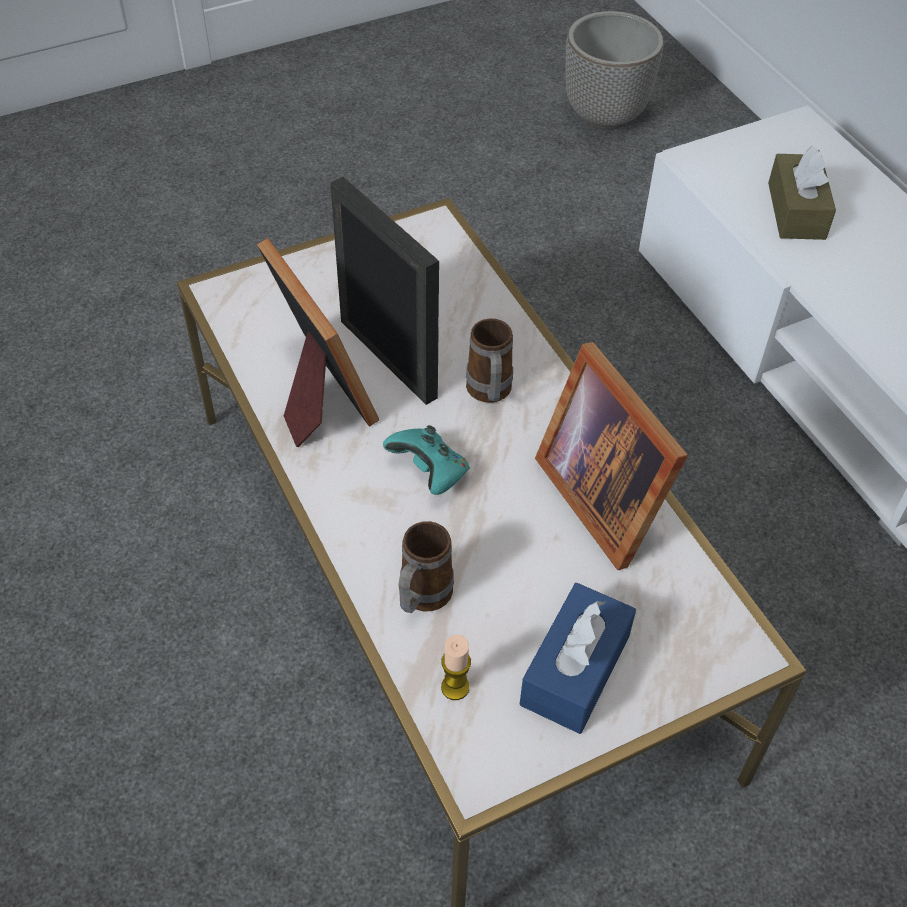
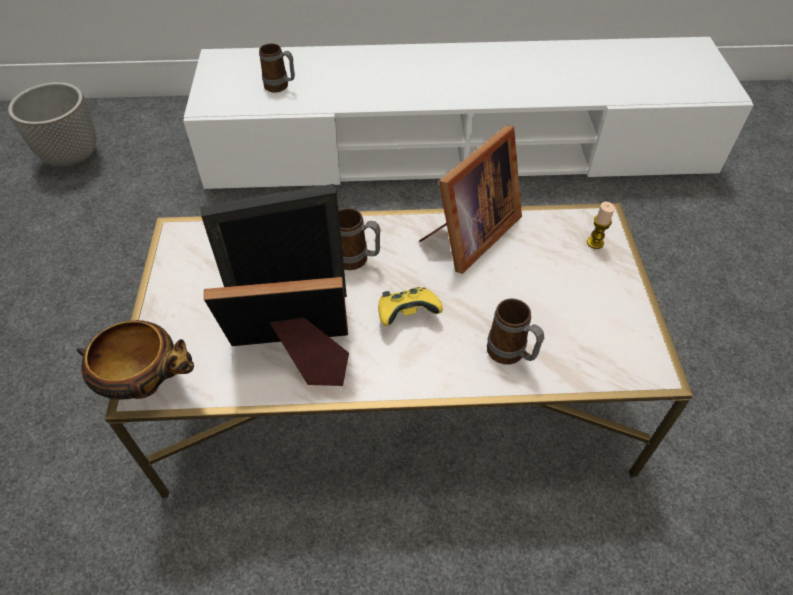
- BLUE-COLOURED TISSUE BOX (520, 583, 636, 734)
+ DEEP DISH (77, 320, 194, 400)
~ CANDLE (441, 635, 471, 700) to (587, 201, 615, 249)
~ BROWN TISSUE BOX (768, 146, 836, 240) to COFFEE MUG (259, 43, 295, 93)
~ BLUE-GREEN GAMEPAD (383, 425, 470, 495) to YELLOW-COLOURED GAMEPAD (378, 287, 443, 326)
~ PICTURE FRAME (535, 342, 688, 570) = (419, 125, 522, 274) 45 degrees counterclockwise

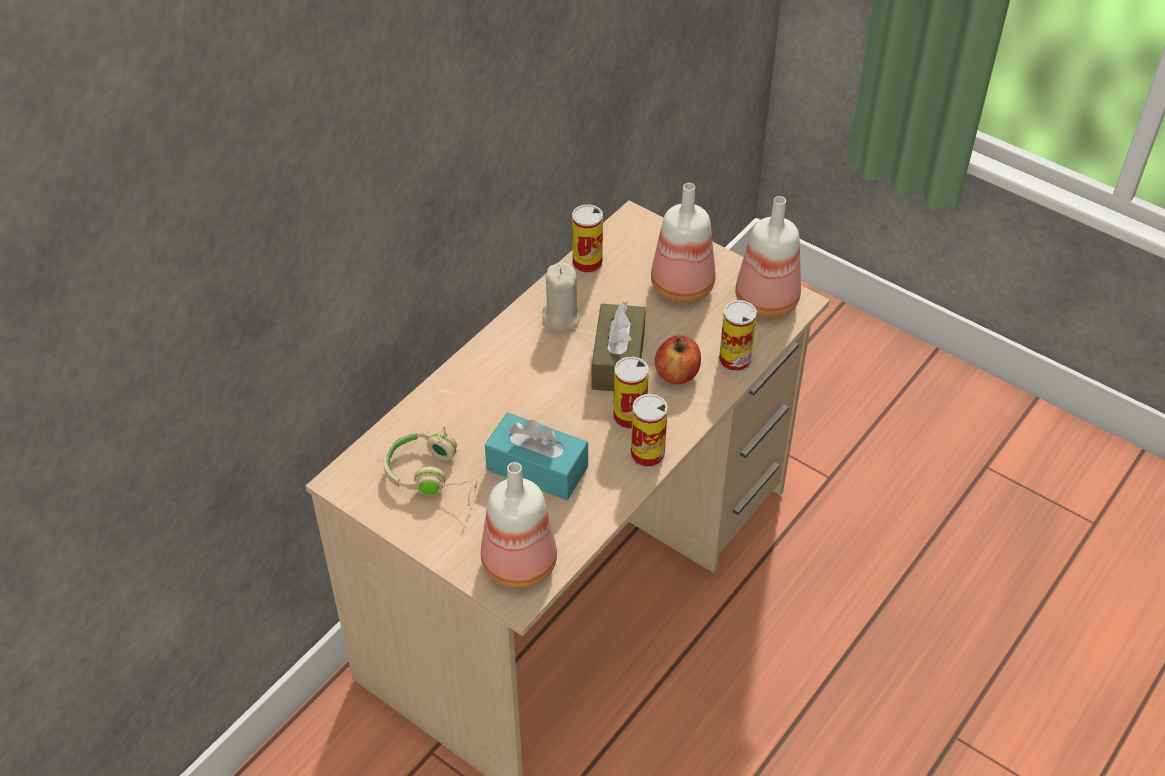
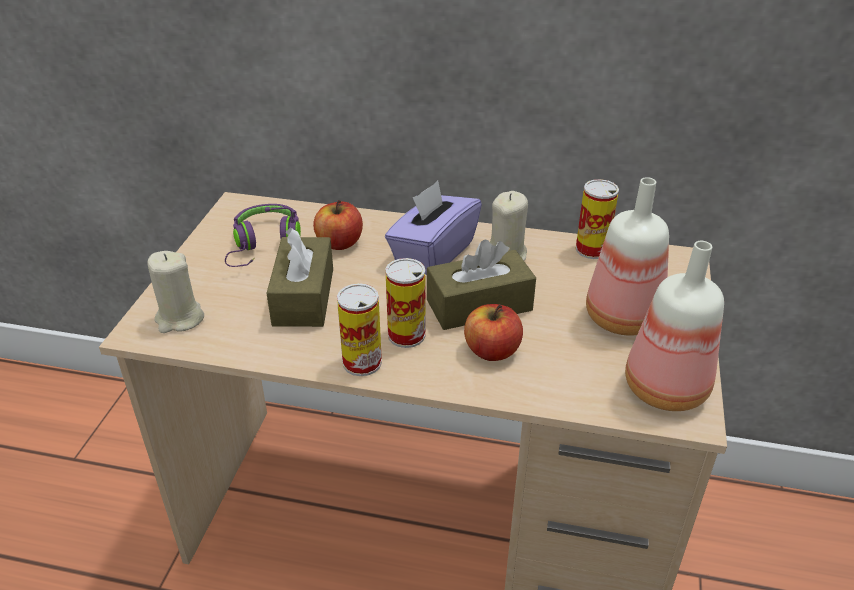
- METAL CAN (719, 300, 757, 373)
+ APPLE (313, 200, 363, 250)
+ PURPLE TISSUE BOX (385, 181, 482, 275)
~ BEVERAGE BOTTLE (481, 462, 557, 589) to SAND-COLOURED CANDLE (148, 251, 204, 333)
~ SAND-COLOURED PAIR OF HEADPHONES (383, 426, 477, 506) to PURPLE PAIR OF HEADPHONES (225, 204, 301, 267)
~ BLUE-GREEN TISSUE BOX (485, 412, 588, 500) to BROWN TISSUE BOX (266, 228, 333, 327)

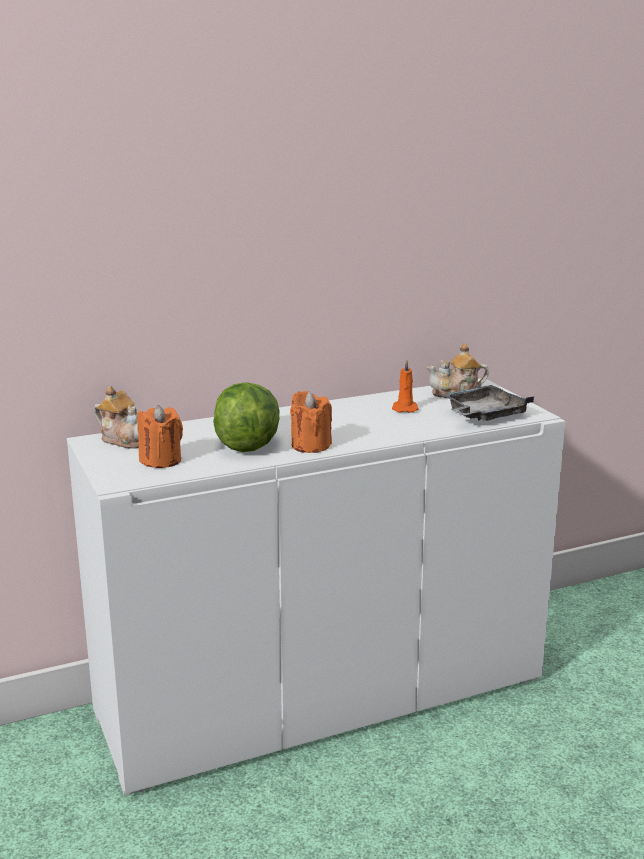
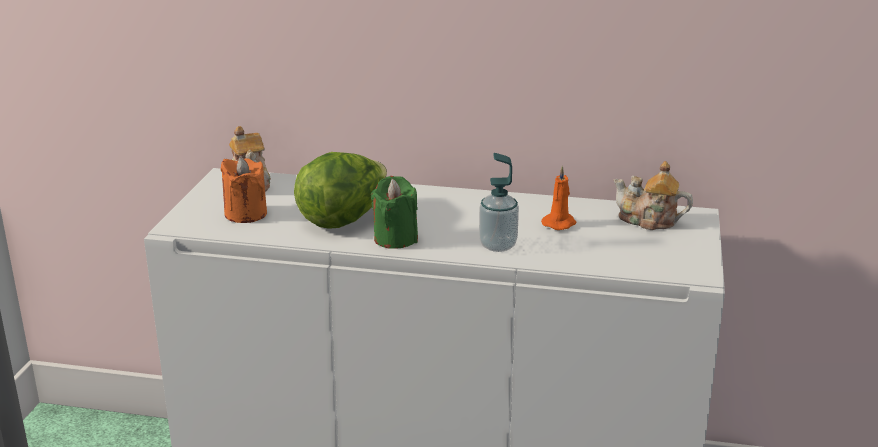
- GREYISH CARRYING TRAY (441, 385, 534, 421)
+ LIQUID SOAP BOTTLE (479, 153, 519, 252)
~ ORANGE CANDLE (290, 391, 332, 453) to GREEN CANDLE (371, 176, 418, 249)

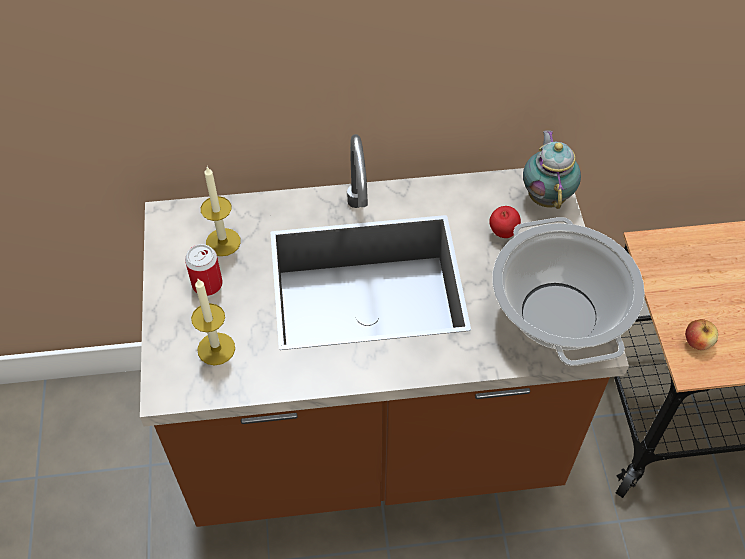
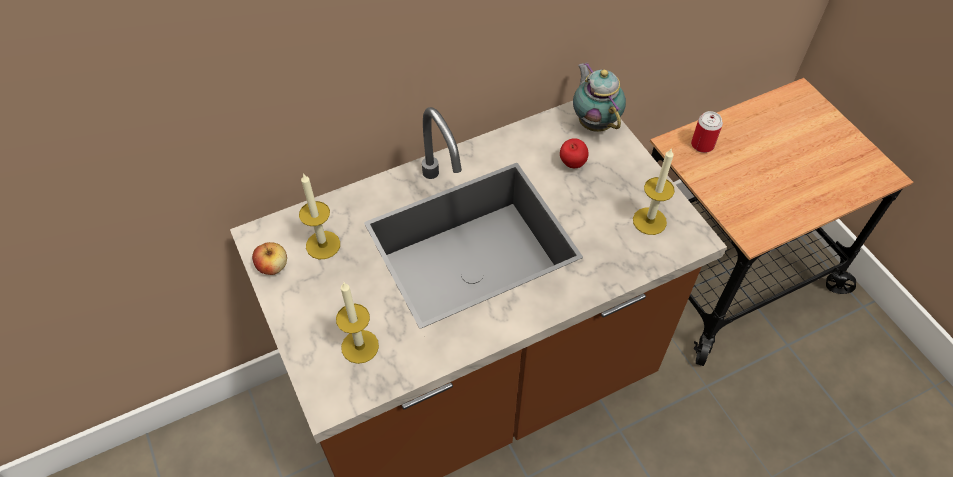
~ METAL CAN (185, 244, 223, 296) to (691, 111, 723, 153)
~ APPLE (685, 319, 718, 350) to (252, 242, 287, 275)
~ COOKING POT (492, 217, 645, 366) to CANDLE (633, 148, 675, 235)

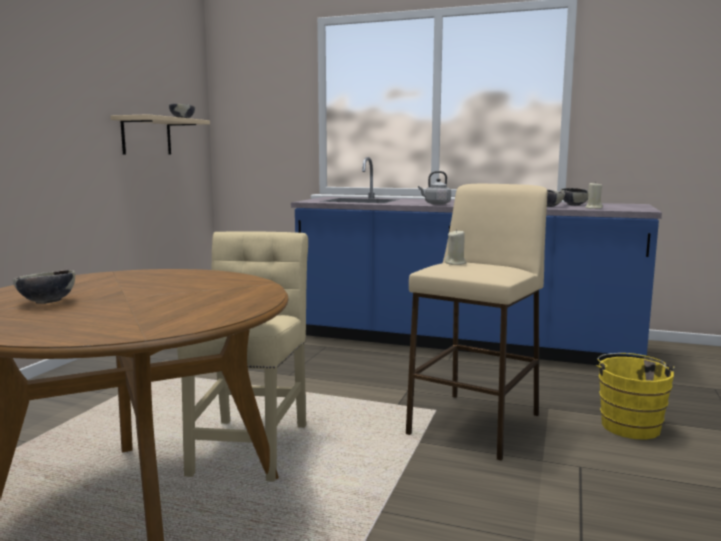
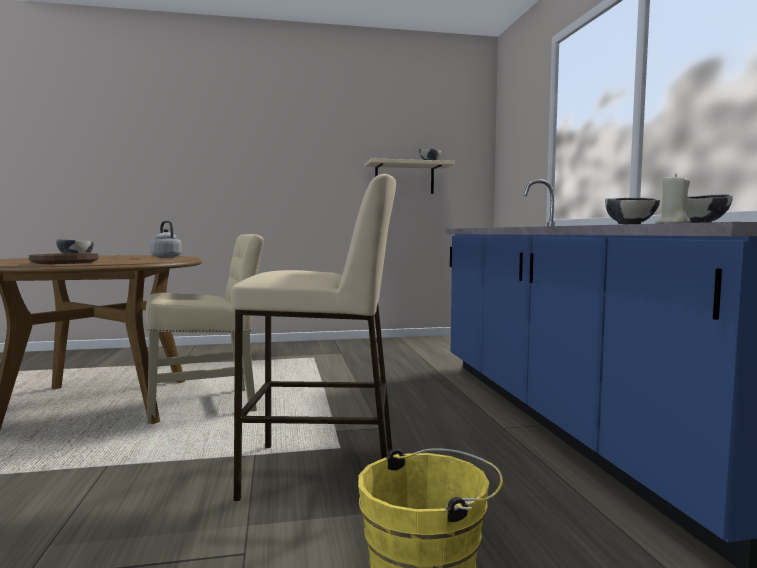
- SAND-COLOURED CANDLE (445, 229, 467, 265)
+ BROWN FRYING PAN (29, 252, 99, 264)
~ GREYISH KETTLE (418, 171, 451, 205) to (150, 221, 182, 258)

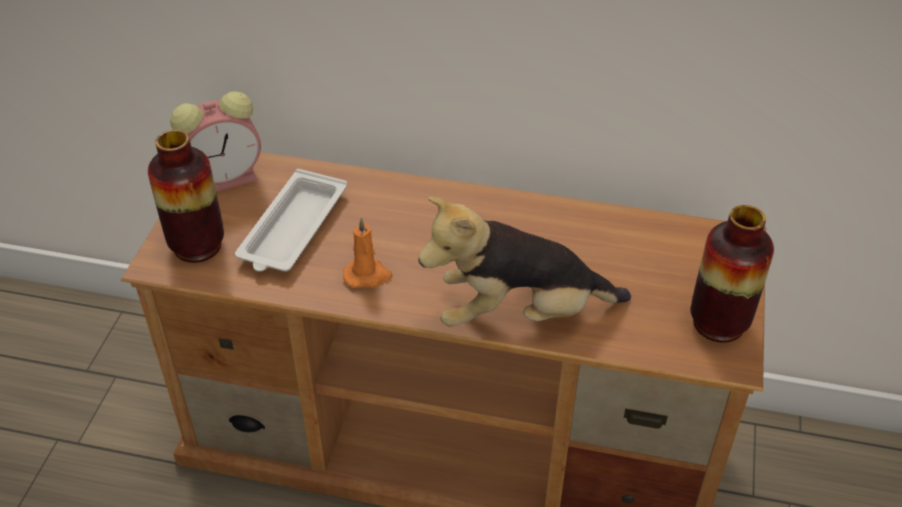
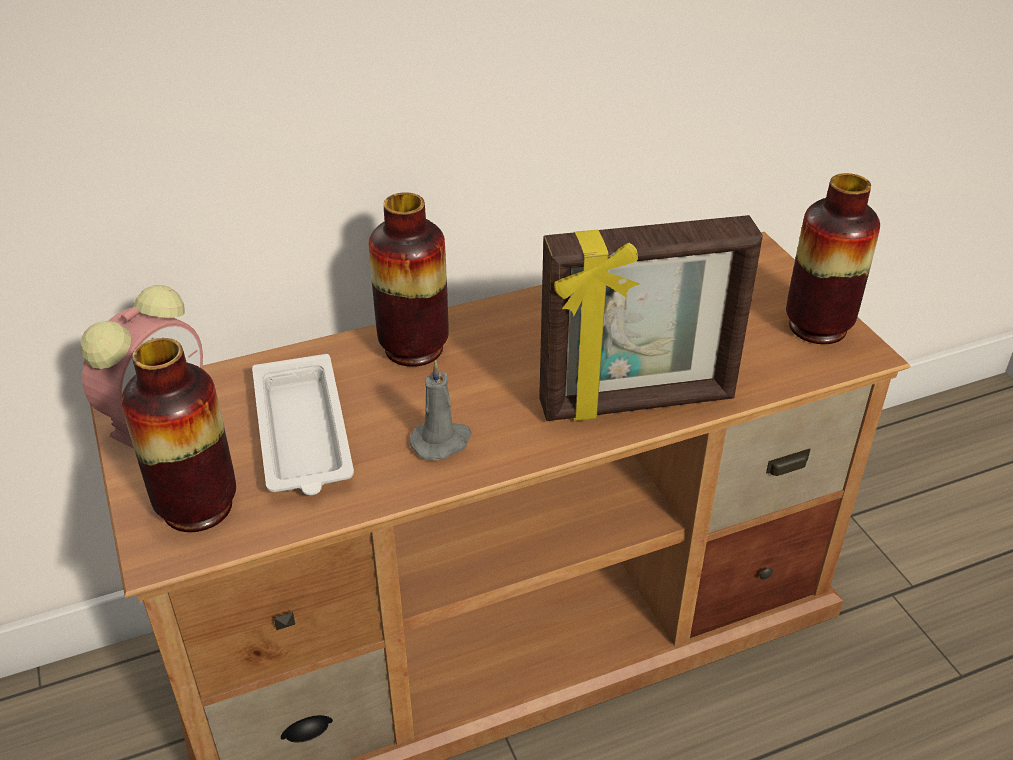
+ VASE (369, 192, 448, 367)
~ SOFT TOY (418, 197, 631, 327) to PICTURE FRAME (539, 215, 763, 421)
~ ORANGE CANDLE (343, 217, 393, 288) to GREYISH CANDLE (410, 360, 472, 460)

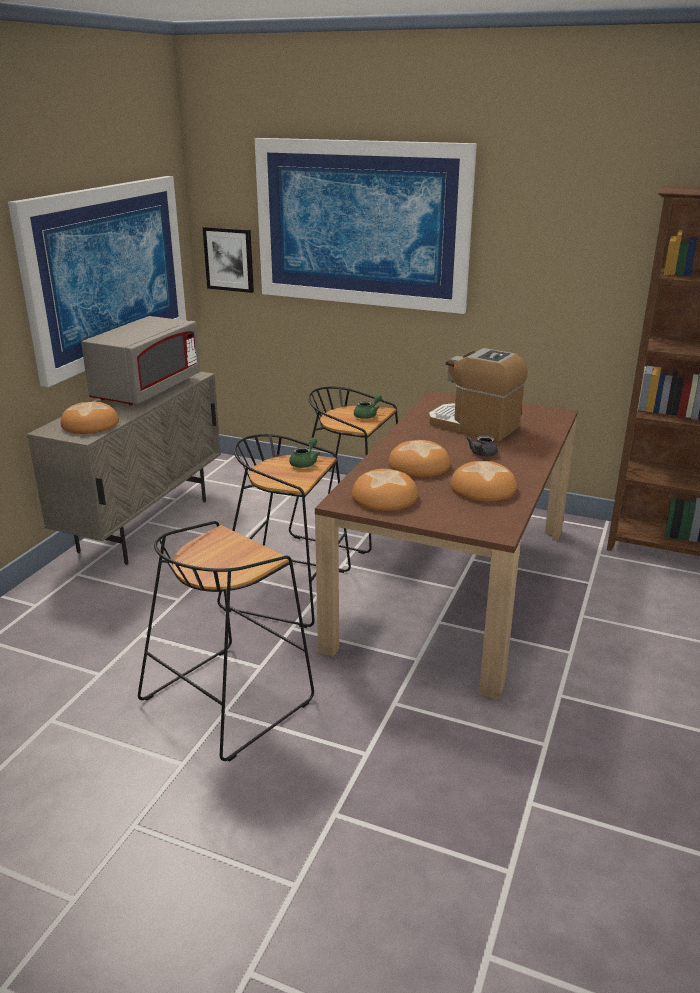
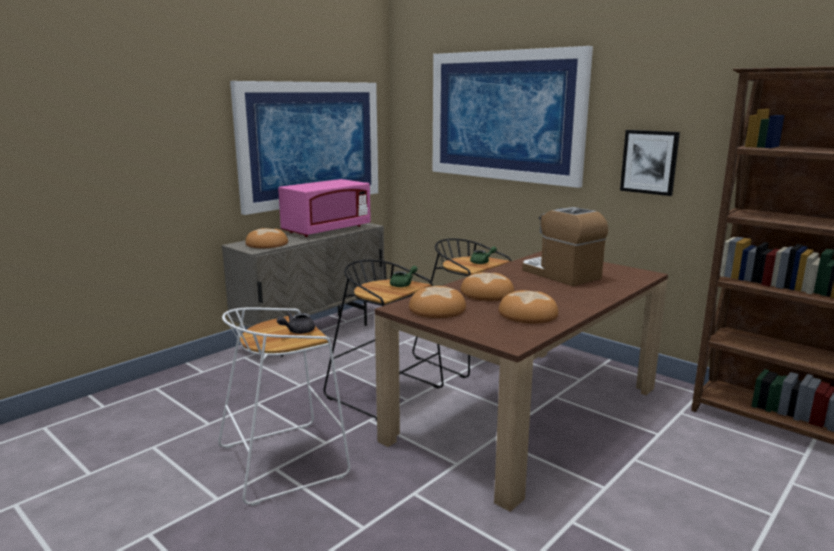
~ WALL PICTURE (203, 227, 254, 293) to (620, 130, 680, 196)
~ GREYISH TEA POT (466, 436, 498, 457) to (277, 312, 315, 334)
~ GREYISH MICROWAVE (81, 316, 200, 405) to PINK MICROWAVE (278, 179, 371, 237)
~ BLACK-COLOURED STOOL SEAT (138, 521, 314, 762) to WHITE STOOL SEAT (218, 307, 350, 506)

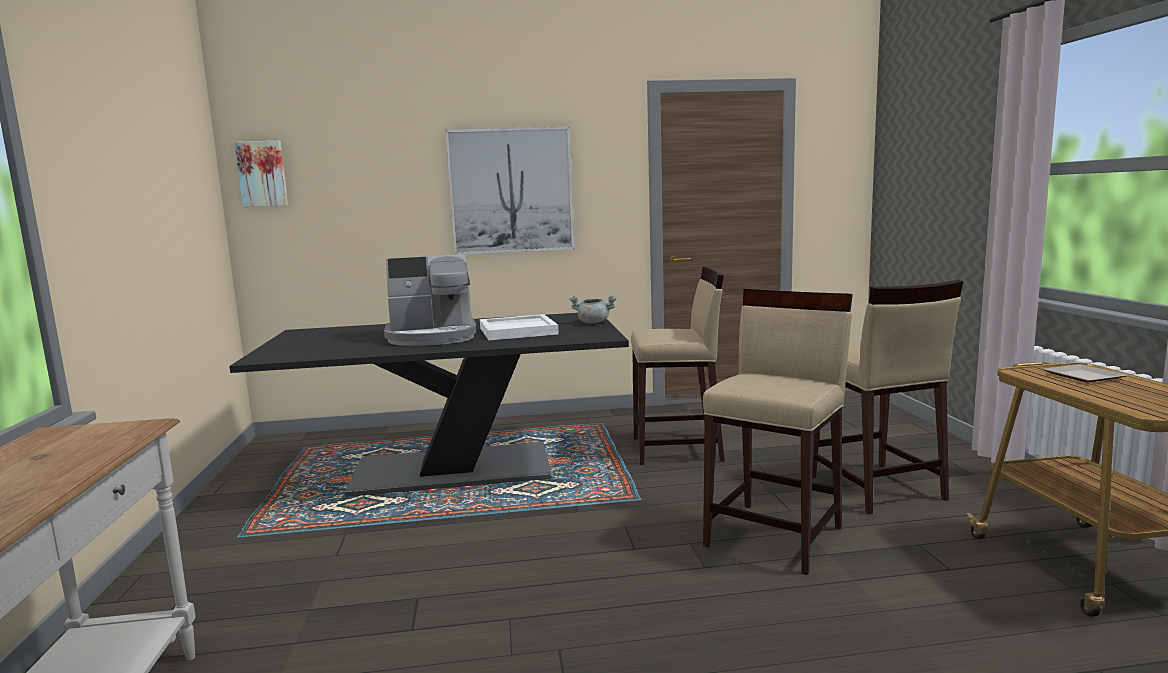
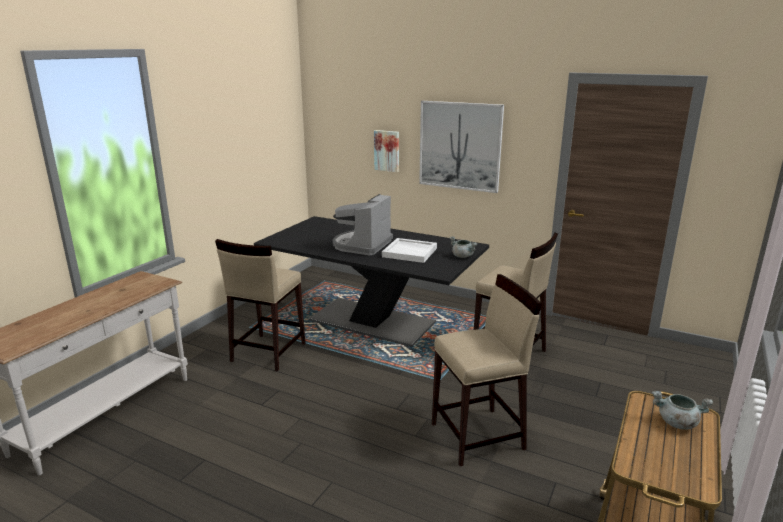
~ WALL PICTURE (234, 141, 288, 207) to (374, 130, 399, 172)
~ SAND-COLOURED STOOL SEAT (812, 280, 964, 514) to (215, 239, 305, 372)
~ PLATE (1043, 364, 1128, 383) to GREYISH COOKING POT (652, 391, 713, 430)
~ COFFEE MAKER (384, 254, 476, 346) = (333, 194, 393, 255) 90 degrees clockwise

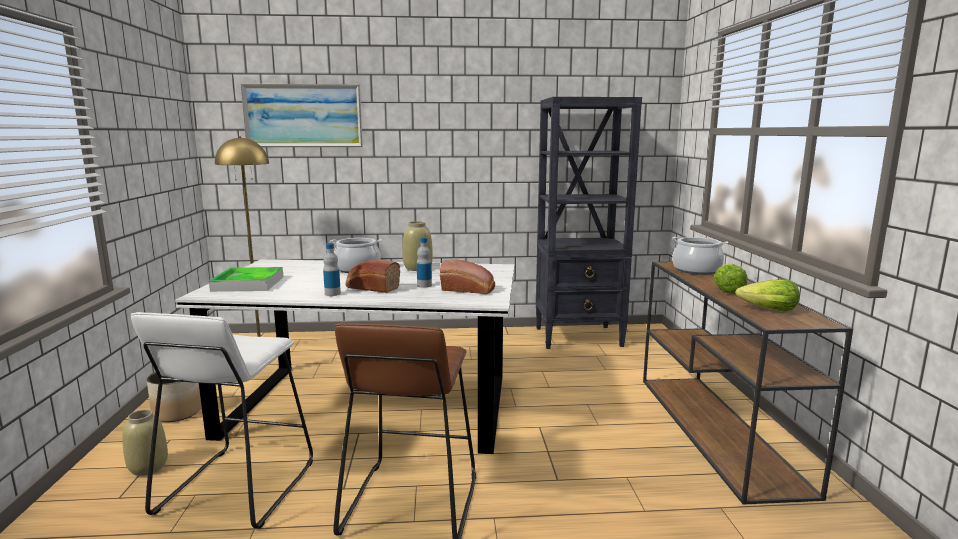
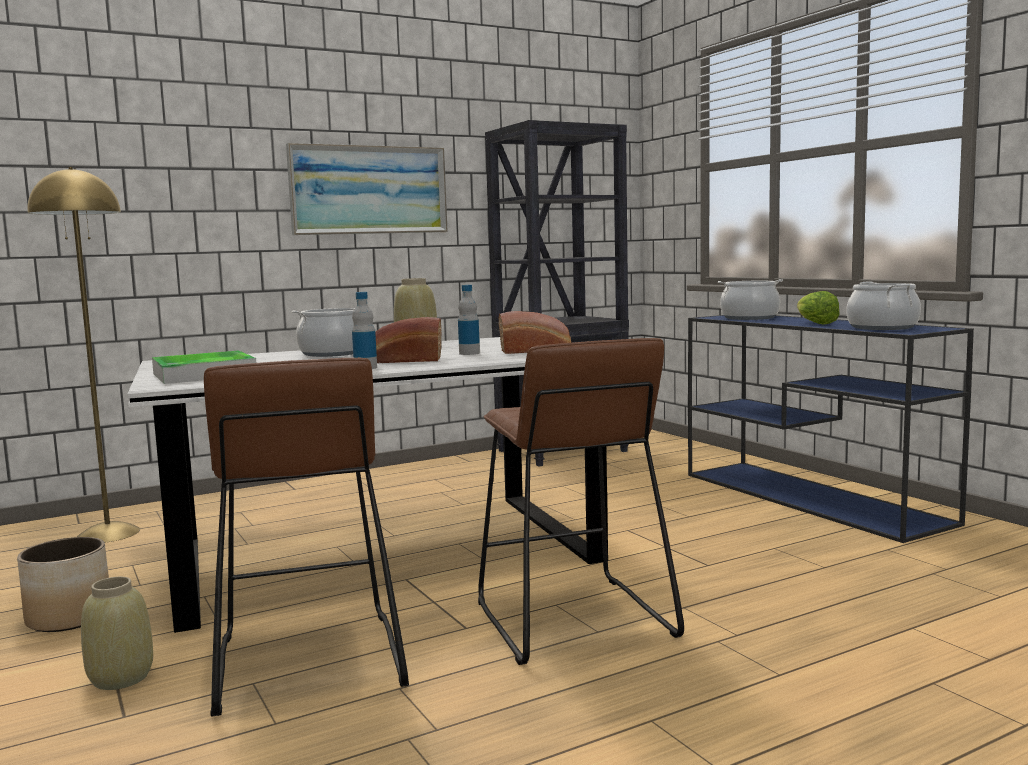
~ WALL PICTURE (240, 84, 363, 147) to (286, 143, 448, 235)
~ LETTUCE (735, 279, 799, 311) to COOKING POT (847, 282, 921, 330)
~ WHITE STOOL SEAT (131, 312, 313, 529) to BROWN STOOL SEAT (204, 357, 409, 717)
~ BROWN NARROW TABLE (643, 261, 853, 504) to BLUE-COLOURED NARROW TABLE (688, 315, 974, 543)

